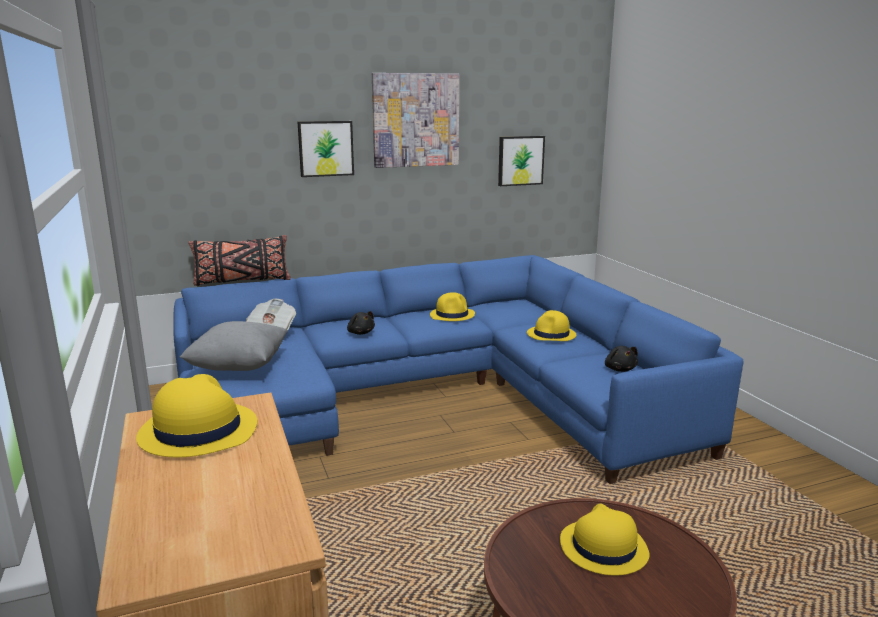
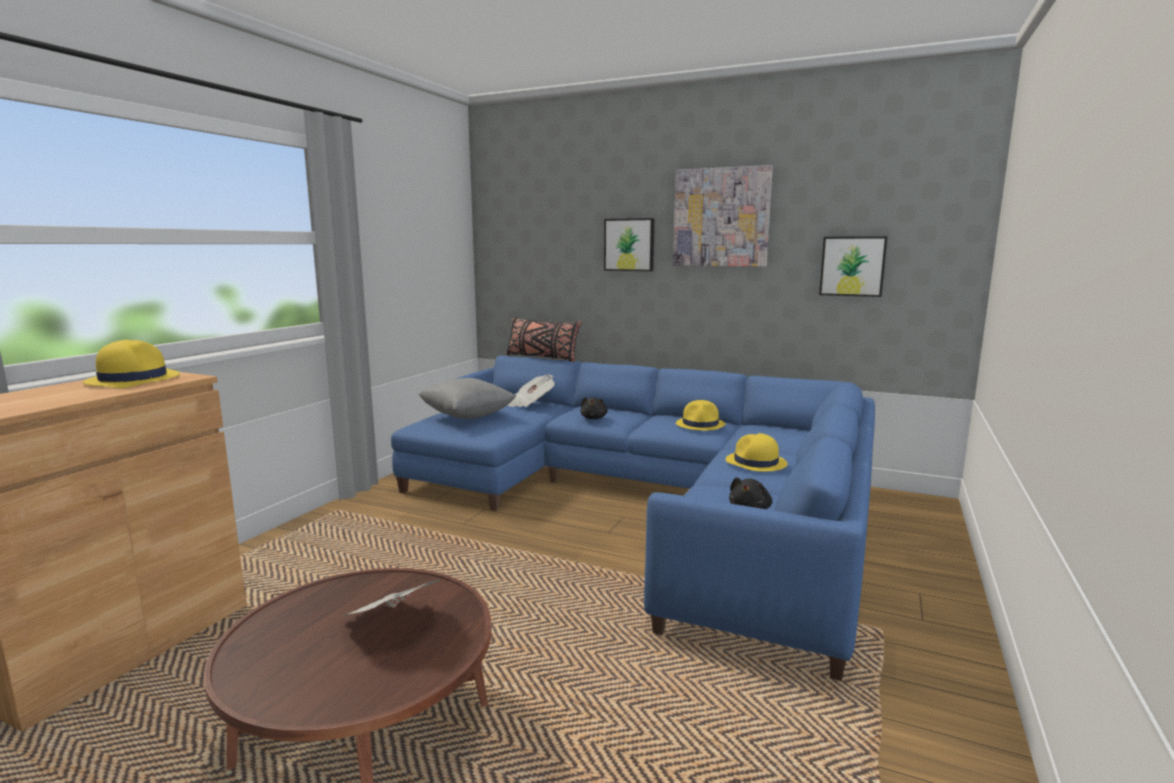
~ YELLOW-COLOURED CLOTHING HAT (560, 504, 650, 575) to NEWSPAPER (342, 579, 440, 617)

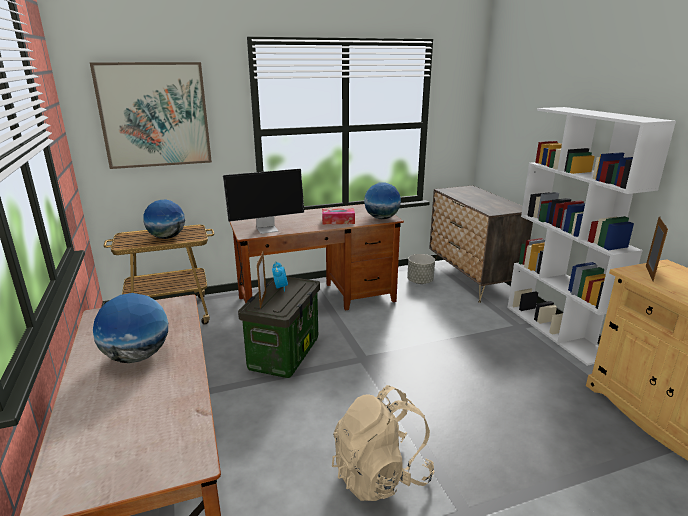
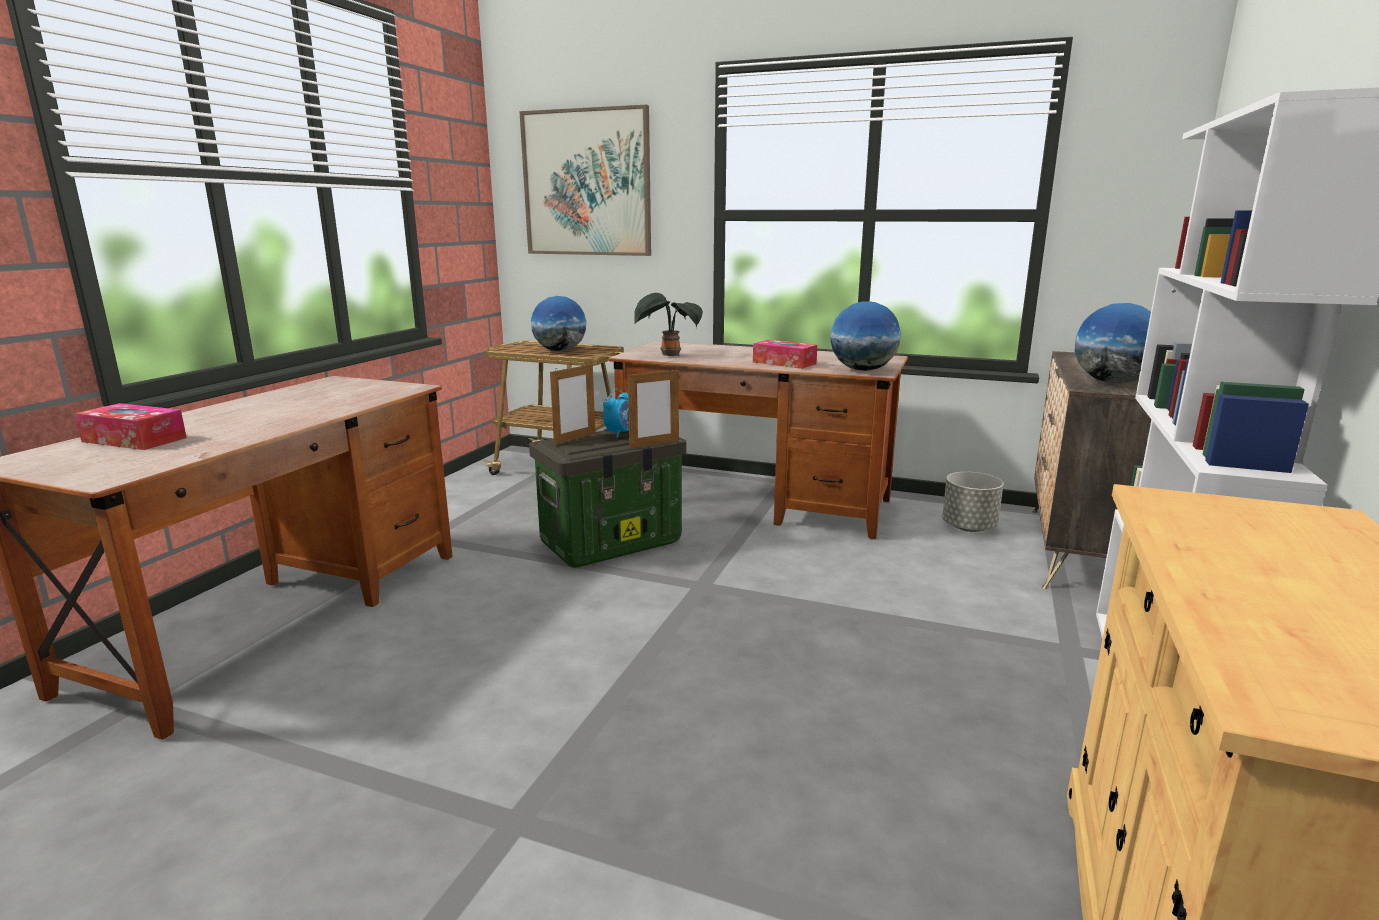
- SAND-COLOURED RUCKSACK (332, 385, 434, 501)
+ TISSUE BOX (74, 403, 187, 450)
~ WORLD GLOBE (93, 293, 168, 363) to (1075, 303, 1151, 384)
~ PICTURE FRAME (646, 217, 668, 282) to (628, 369, 679, 448)
~ COMPUTER DISPLAY (223, 169, 304, 234) to PLANT IN A POT (634, 293, 703, 356)

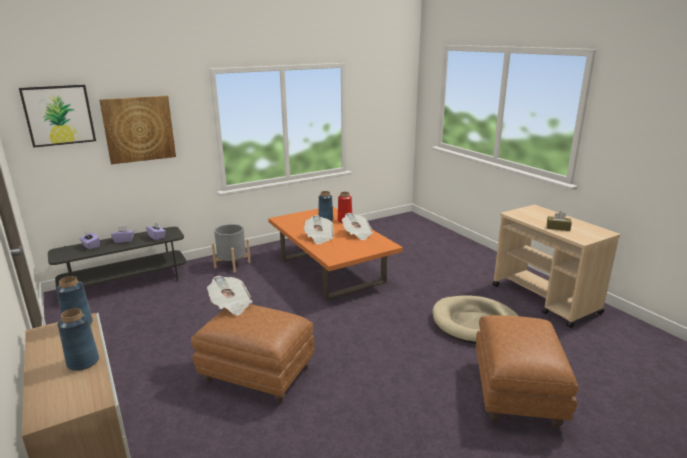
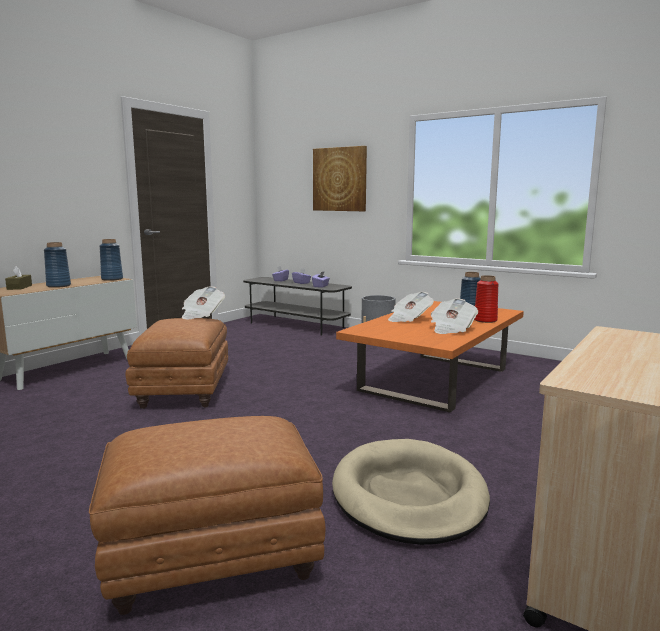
- WALL PICTURE (19, 85, 96, 148)
~ BROWN TISSUE BOX (547, 211, 572, 231) to (5, 266, 32, 290)

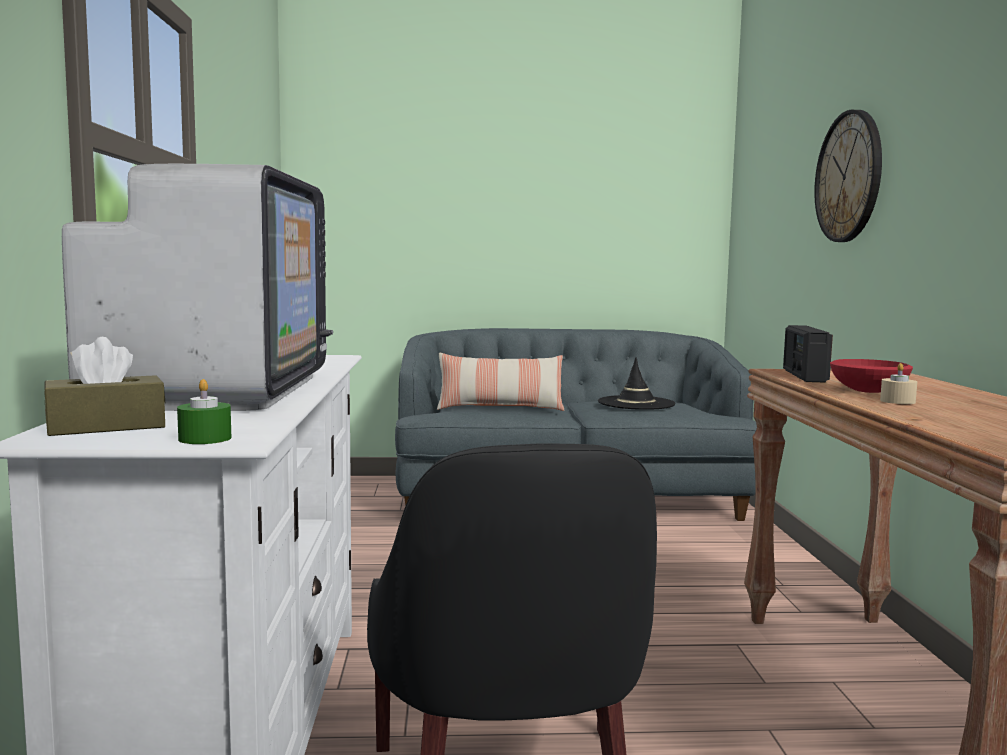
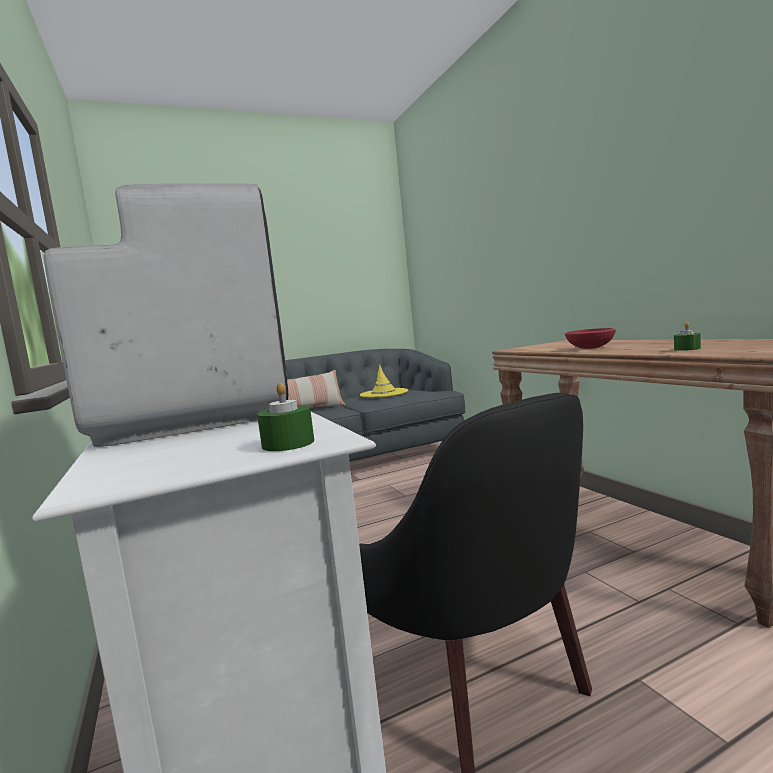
- BROWN TISSUE BOX (44, 337, 166, 436)
- RADIO RECEIVER (783, 325, 833, 383)
- HANGING CLOCK (814, 110, 882, 242)
- SAND-COLOURED CANDLE (880, 363, 917, 404)
+ GREEN CANDLE (674, 322, 701, 351)
~ BLACK-COLOURED CLOTHING HAT (598, 357, 675, 410) to YELLOW-COLOURED CLOTHING HAT (360, 364, 408, 398)

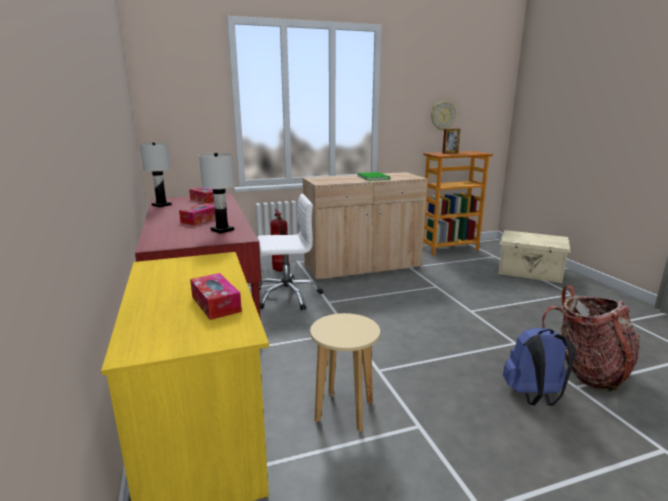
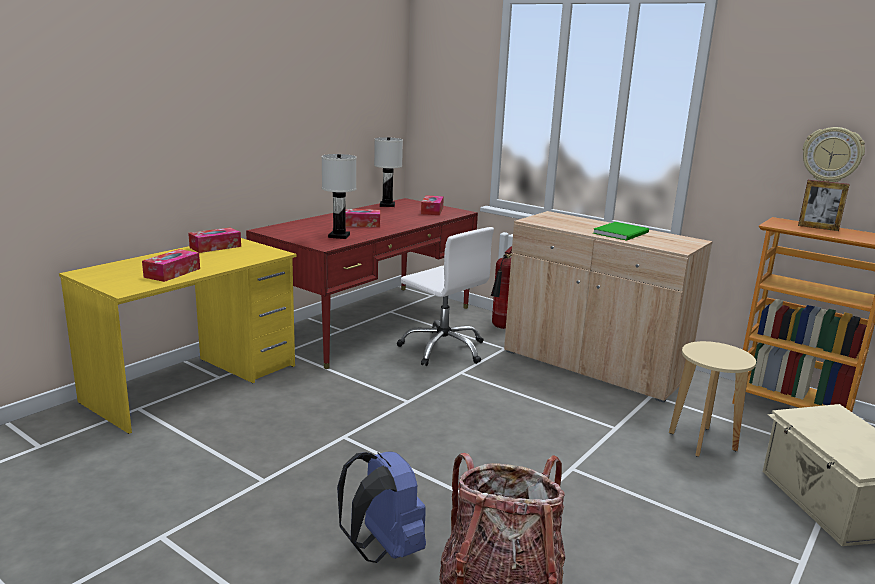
+ TISSUE BOX (188, 227, 241, 253)
~ SAND-COLOURED STOOL SEAT (310, 313, 380, 432) to (669, 341, 756, 457)

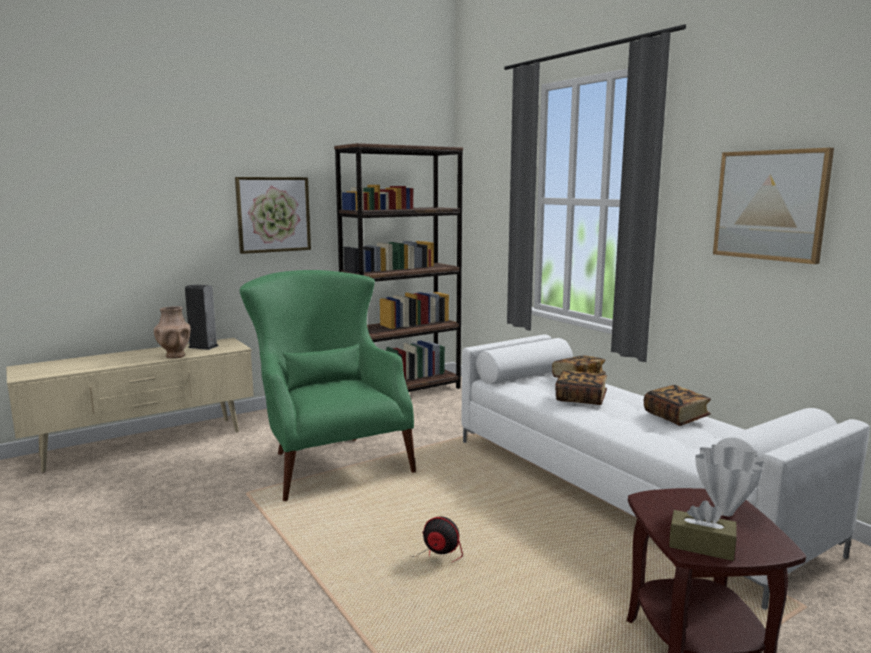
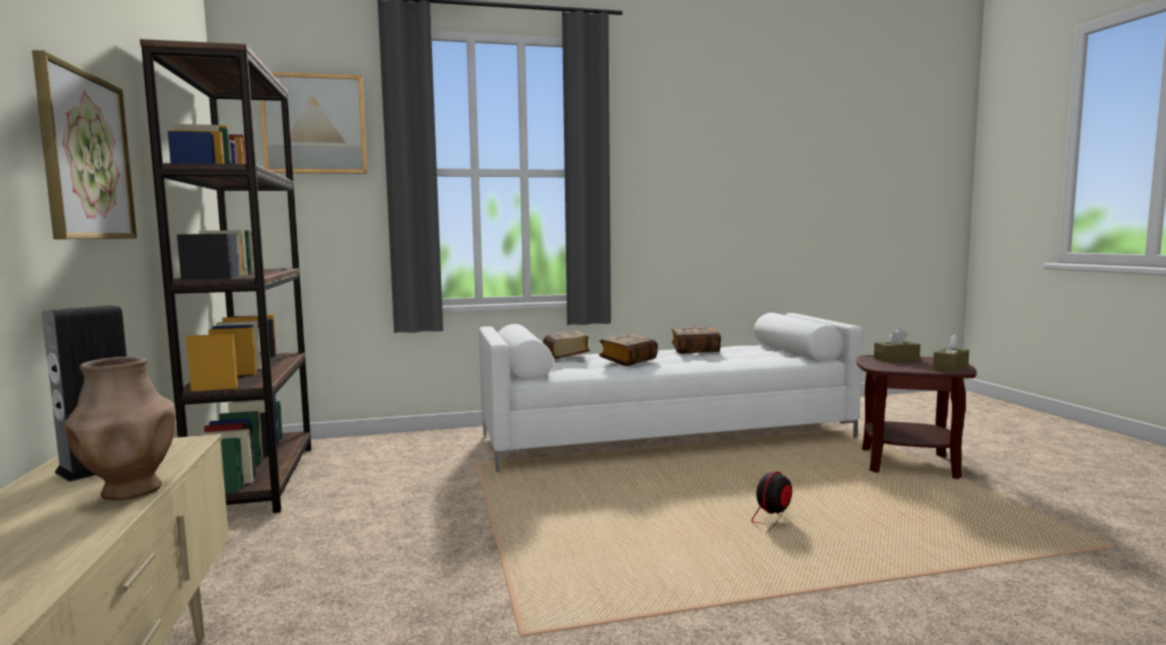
- GREEN LOUNGE CHAIR (239, 270, 416, 501)
~ WALL PICTURE (713, 148, 834, 264) to (260, 72, 368, 174)
~ WHITE VASE (695, 444, 764, 516) to BROWN TISSUE BOX (874, 328, 920, 362)

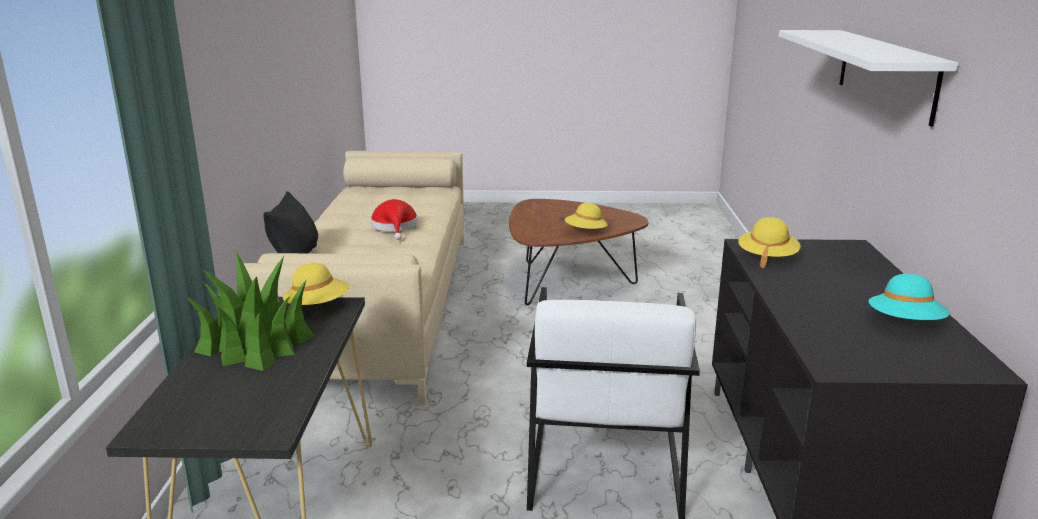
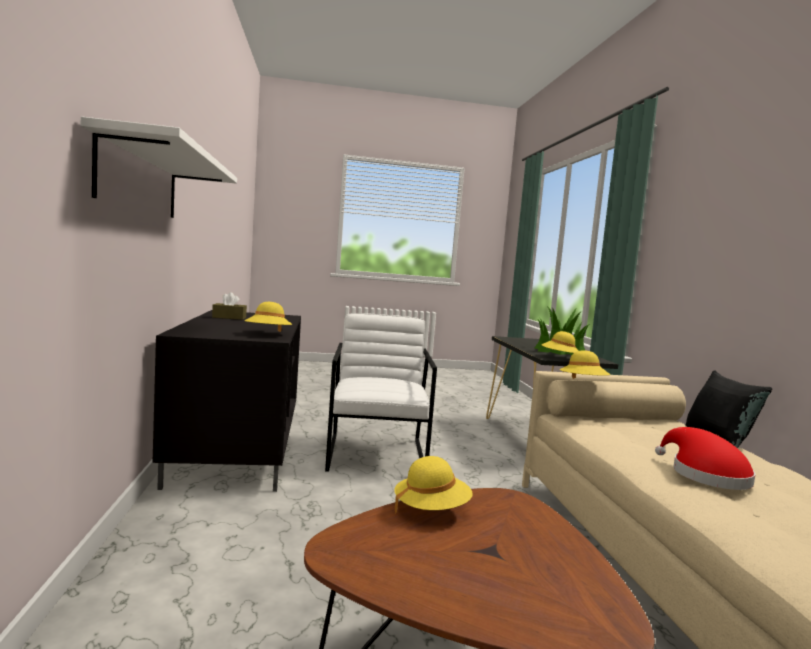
+ YELLOW-COLOURED CLOTHING HAT (560, 350, 610, 379)
~ BLUE-GREEN CLOTHING HAT (869, 274, 950, 320) to BROWN TISSUE BOX (212, 292, 247, 320)

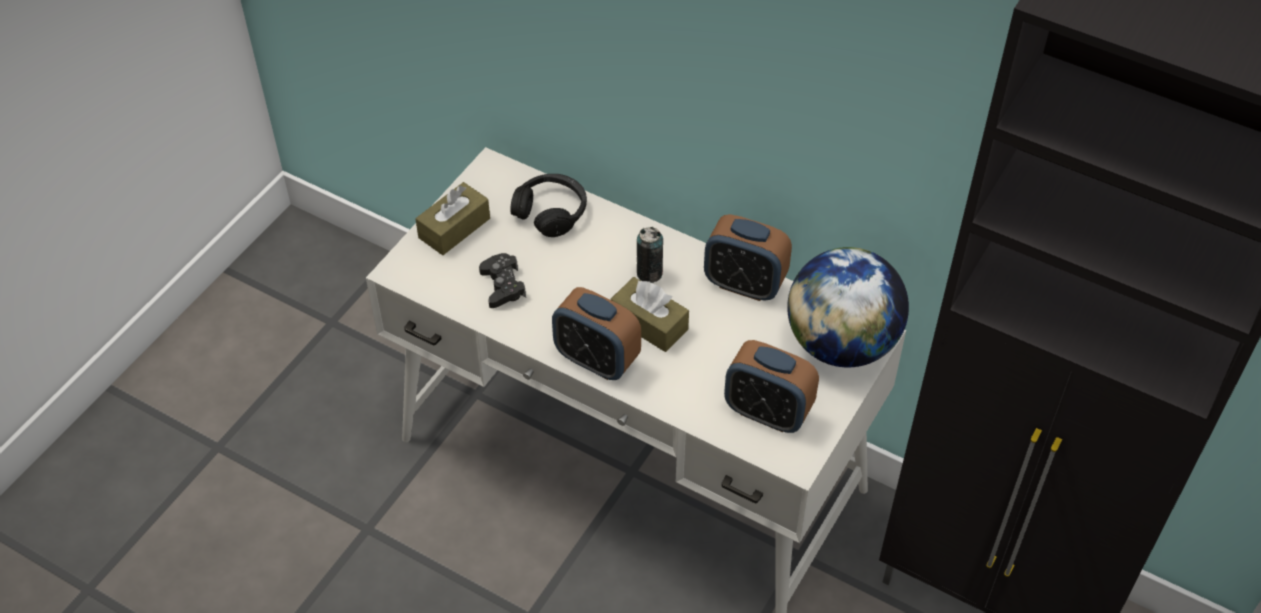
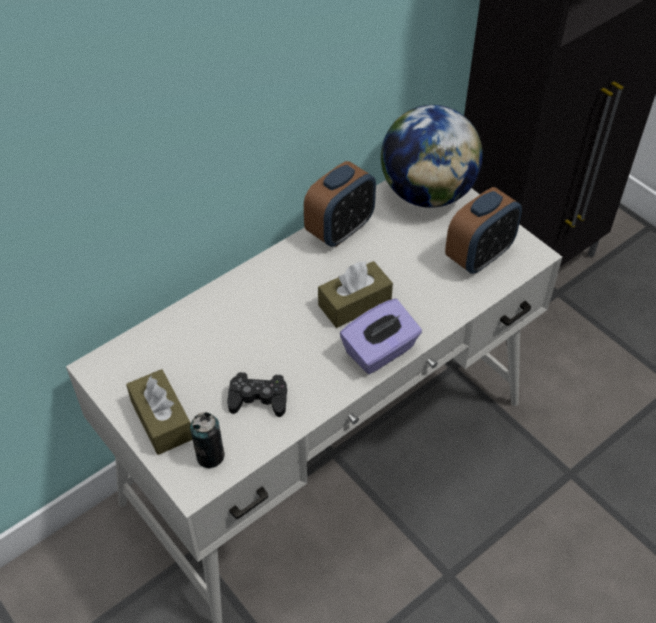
- BLACK-COLOURED PAIR OF HEADPHONES (510, 174, 587, 237)
~ METAL CAN (637, 227, 663, 283) to (190, 412, 225, 468)
~ ALARM CLOCK (552, 287, 641, 380) to PURPLE TISSUE BOX (340, 299, 422, 374)

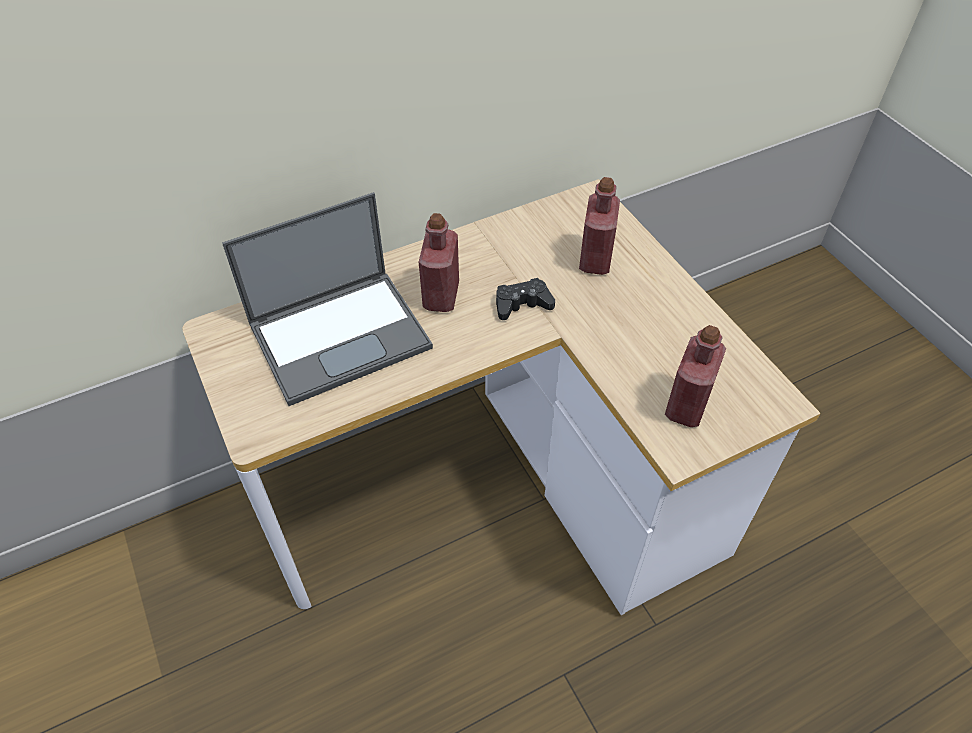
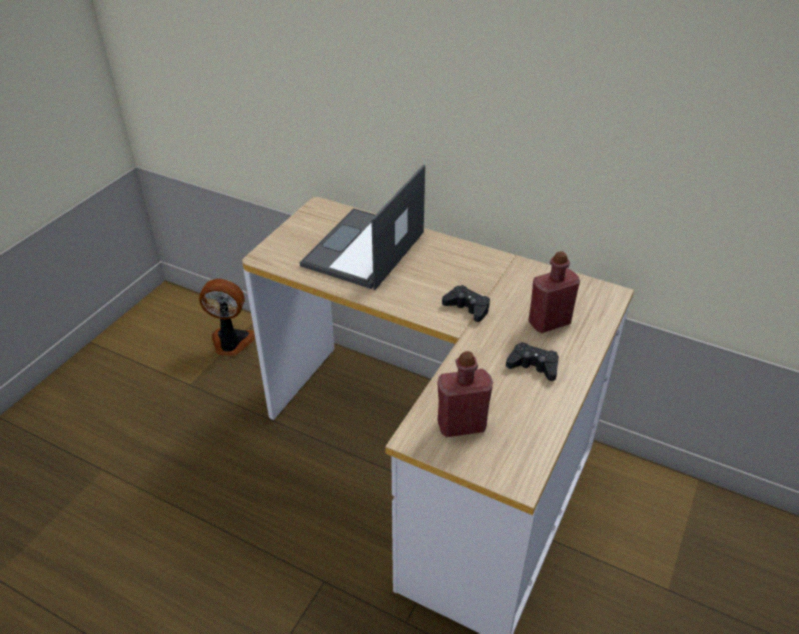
- REDDISH BEVERAGE BOTTLE (419, 213, 459, 312)
+ FAN (199, 279, 255, 356)
+ BLACK-COLOURED GAMEPAD (506, 342, 559, 381)
~ LAPTOP (222, 192, 433, 406) = (300, 164, 425, 290) 90 degrees clockwise

